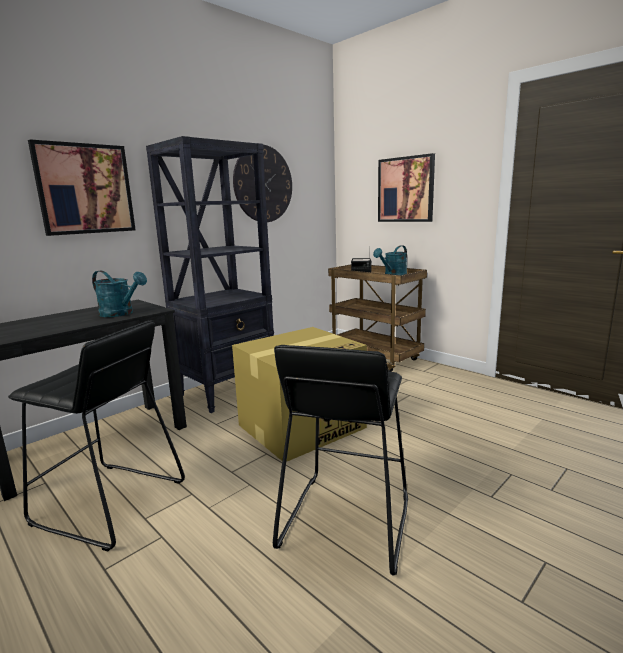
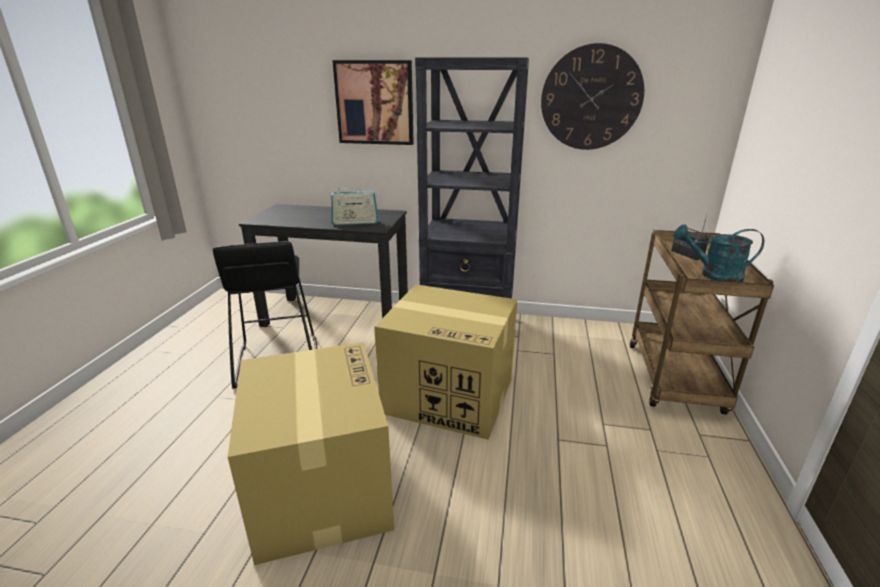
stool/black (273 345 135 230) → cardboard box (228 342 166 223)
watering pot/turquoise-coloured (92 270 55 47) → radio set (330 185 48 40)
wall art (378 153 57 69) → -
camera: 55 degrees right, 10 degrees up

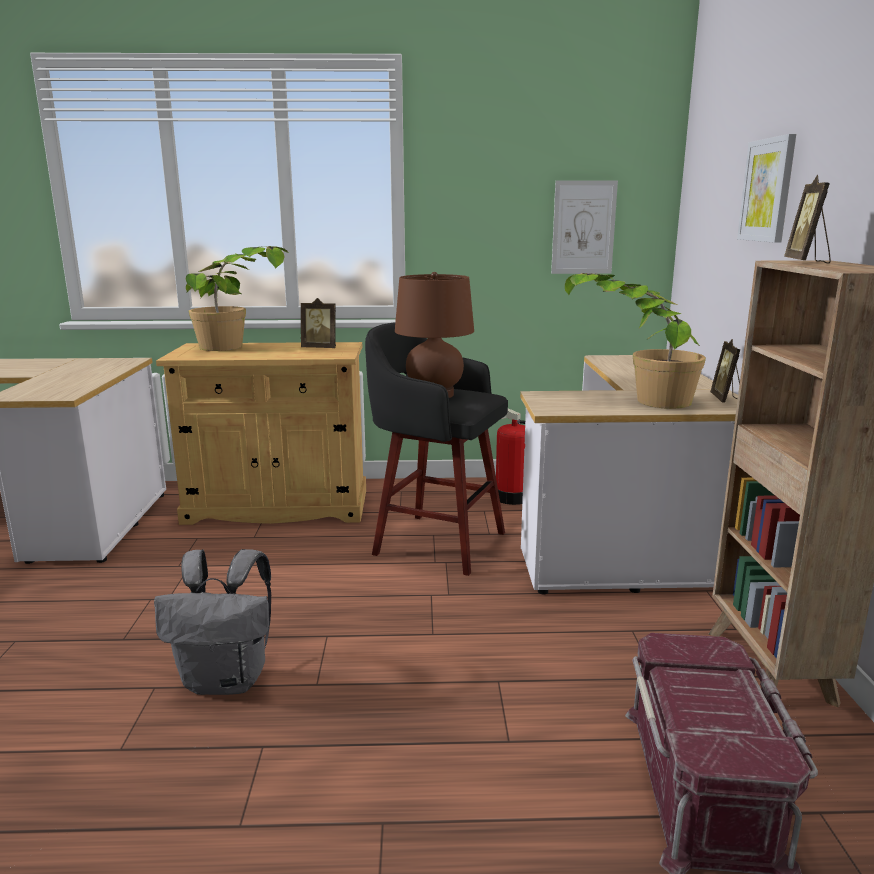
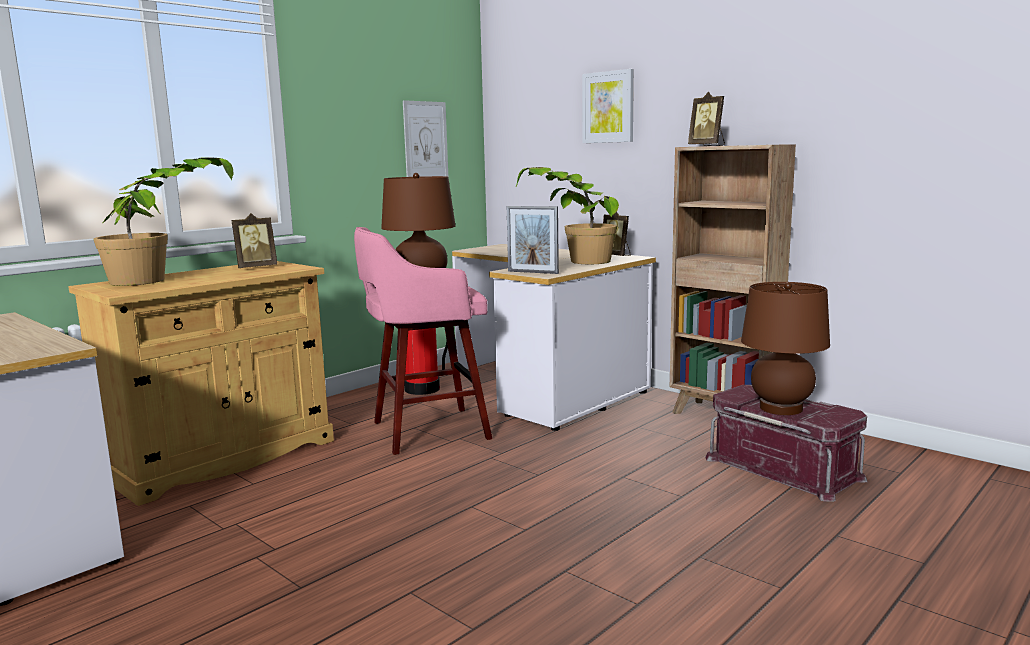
stool/black (365 322 143 254) → stool/pink (354 227 138 228)
- → picture frame (507 206 52 68)
- → lamp for a table/brownish (741 282 89 133)
knapsack/grey (154 549 117 146) → -
camera: 45 degrees left, 5 degrees down

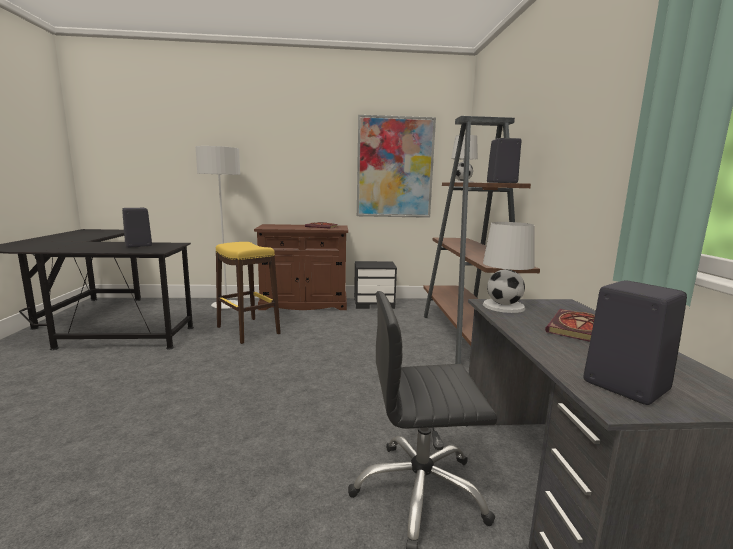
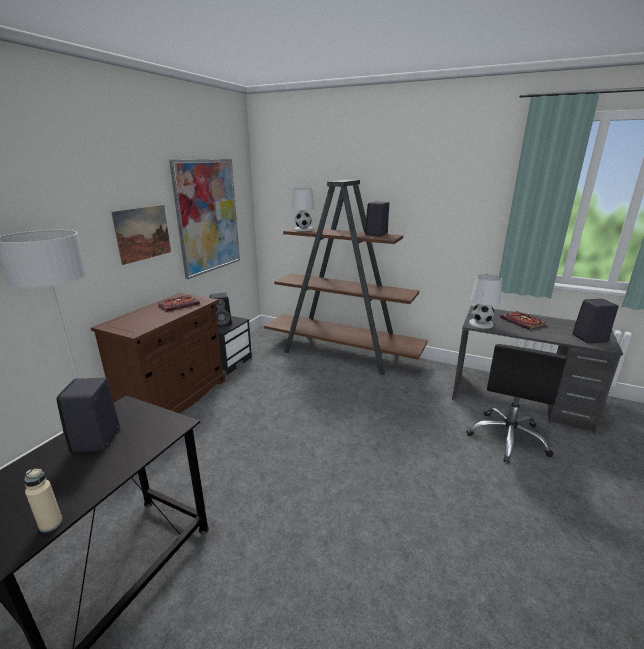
- → beverage bottle/beige (24 469 39 63)
- → wall art (111 205 60 60)
- → audio speaker/black (210 293 22 34)
stool/yellow-coloured (216 242 65 102) → -
camera: 60 degrees left, 10 degrees up

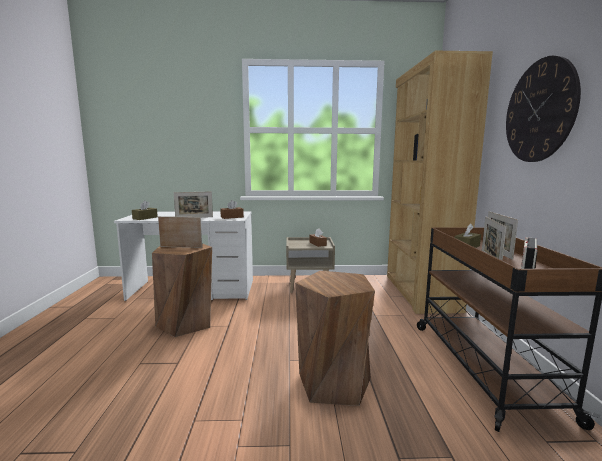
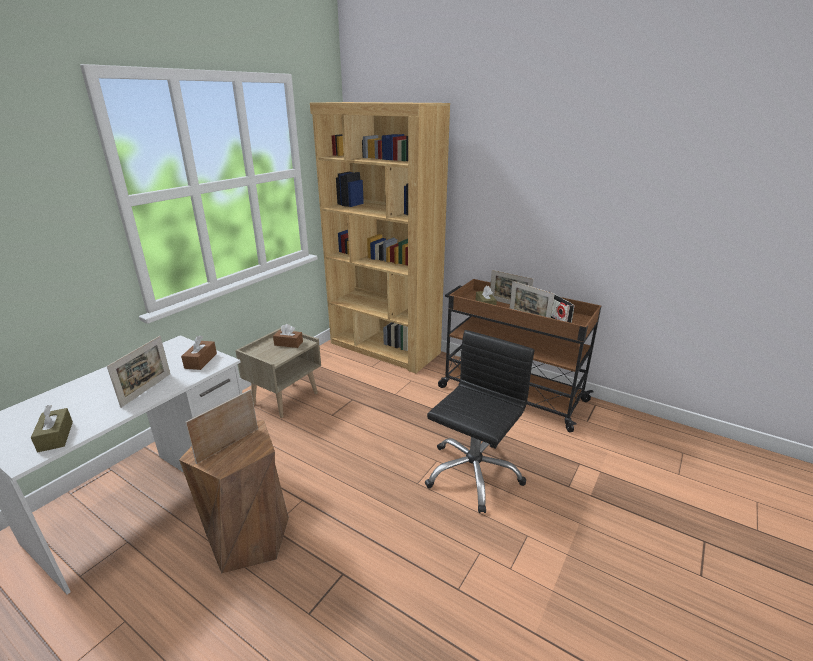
stool/brownish (295 271 80 135) → office chair/black (425 330 109 183)
hanging clock (506 55 75 107) → -
camera: 55 degrees left, 15 degrees up

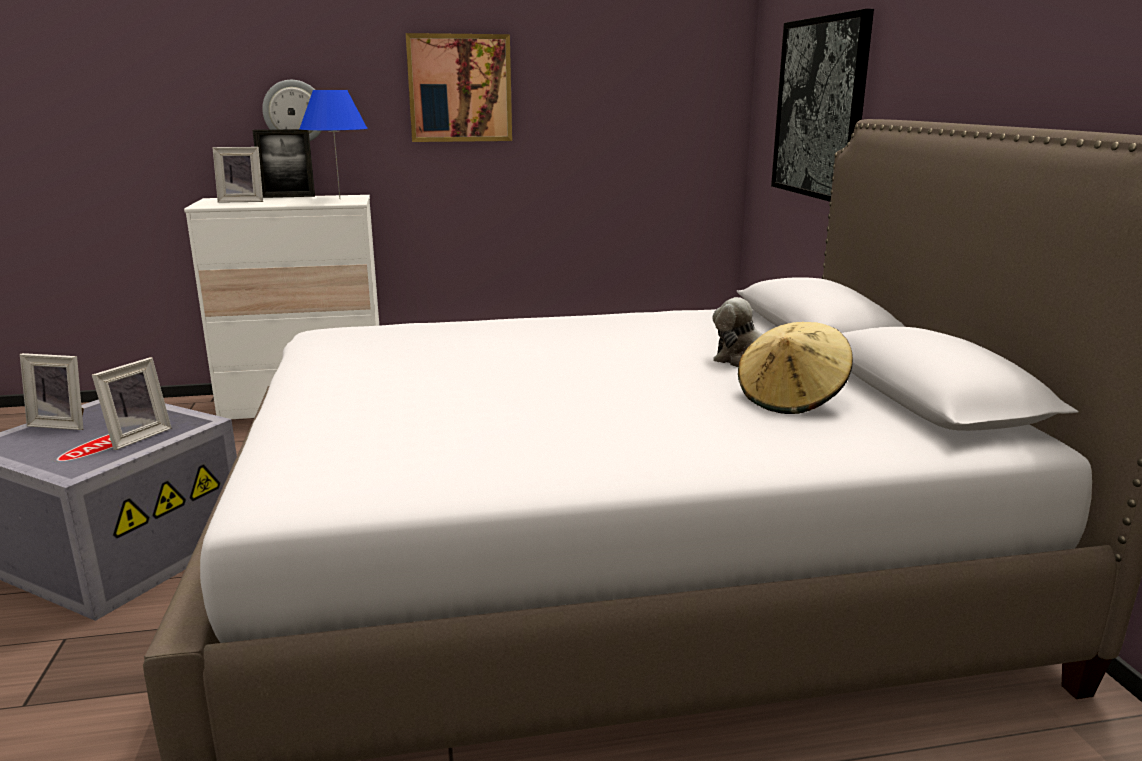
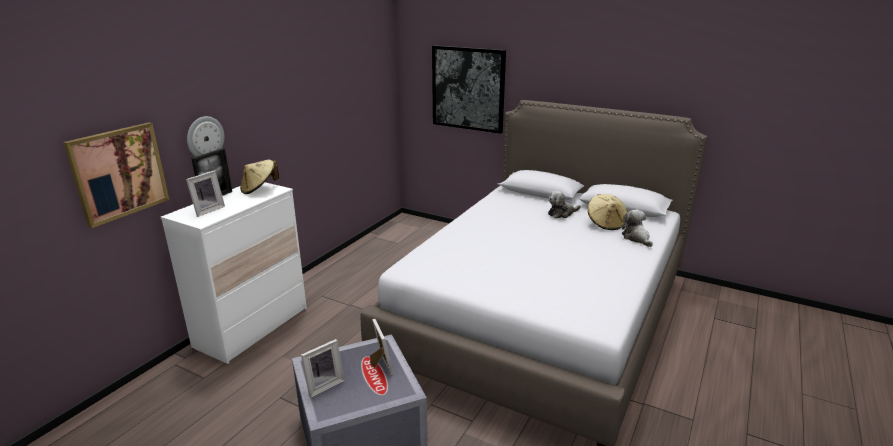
wall art (406 33 106 109) → wall art (63 122 106 106), moved
lamp for a table/blue-coloured (299 90 69 108) → wearable hat/beige (240 160 39 34)
- → cuddly toy (622 210 31 37)
camera: 50 degrees left, 5 degrees up

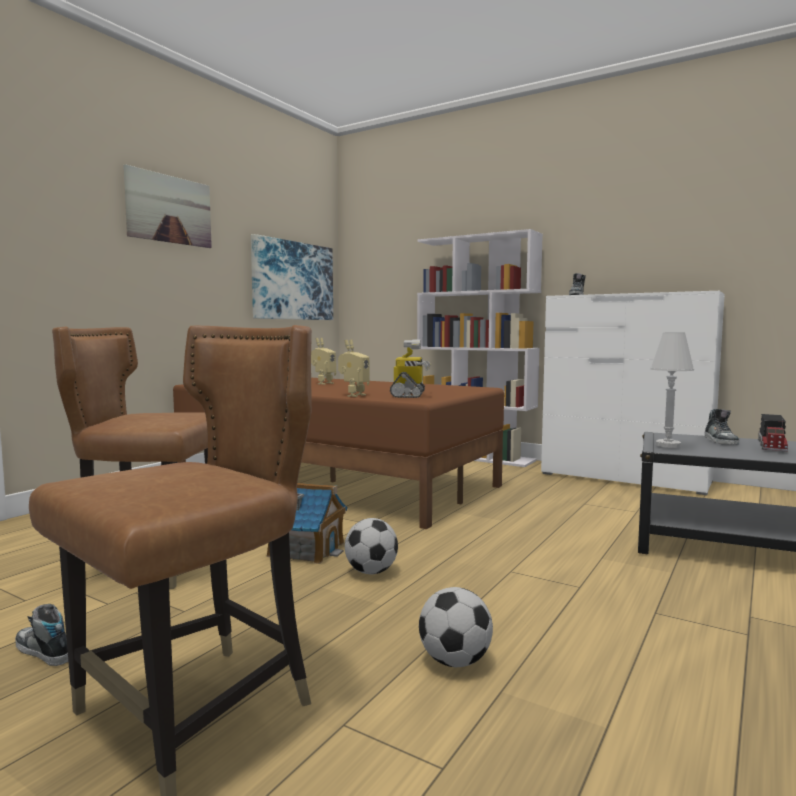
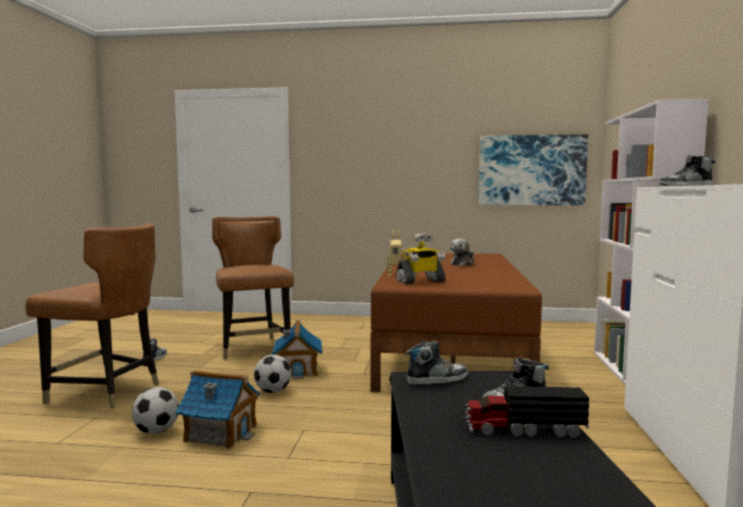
- → model house (175 370 85 79)
lamp for a table/white (650 333 44 115) → item of footwear (406 341 62 44)
model robot (311 338 25 47) → cuddly toy (450 239 25 27)
wall art (123 164 89 84) → -
camera: 65 degrees right, 0 degrees up

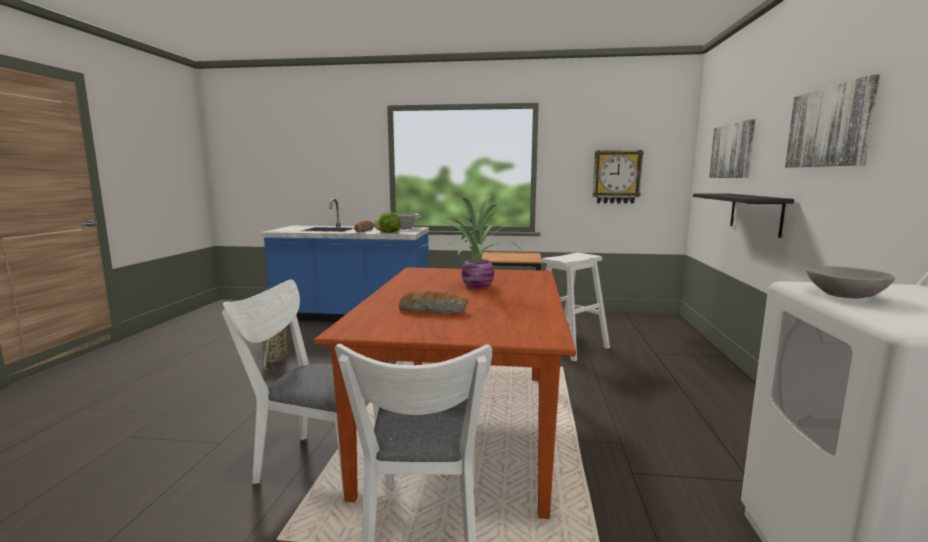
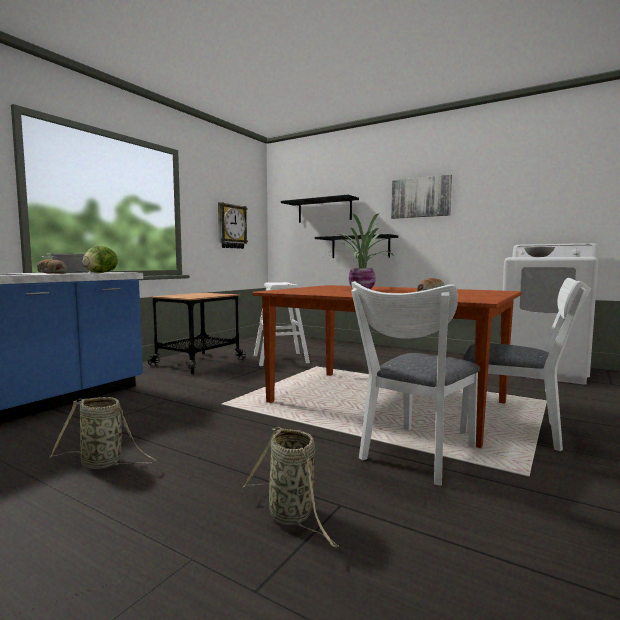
- → storage basket (243 427 96 121)
wall art (709 119 46 59) → shelf/black (281 195 78 28)
camera: 65 degrees left, 5 degrees down

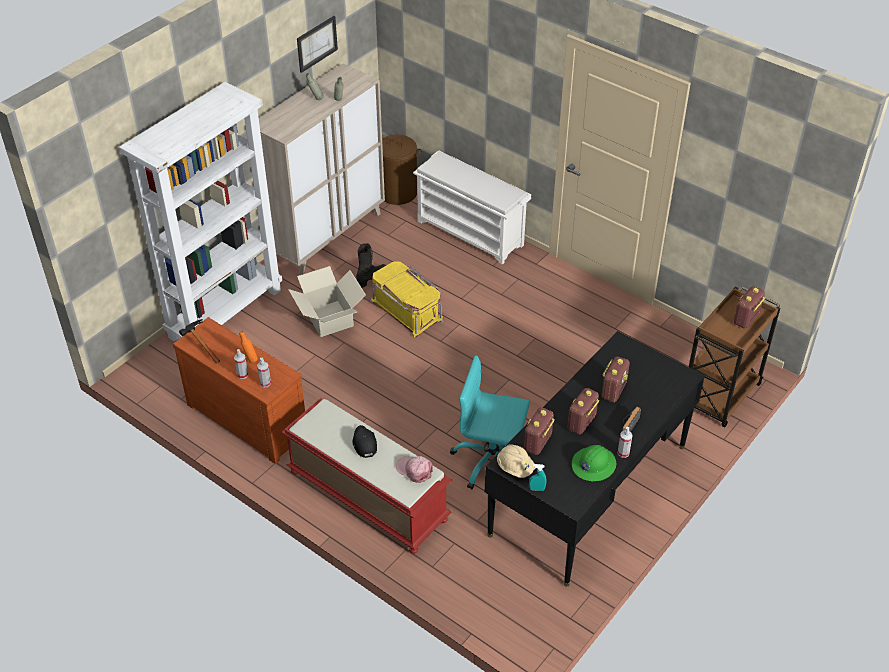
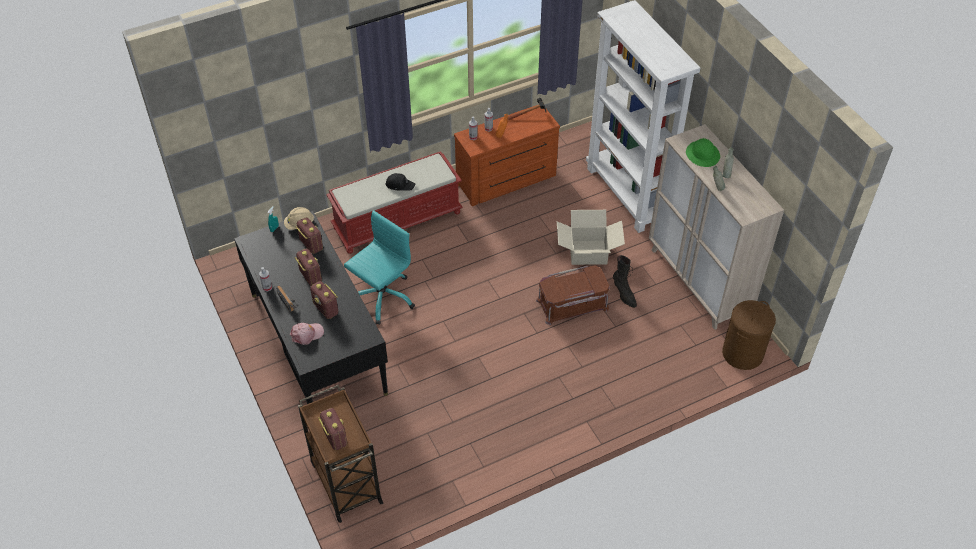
cap/pink (396 456 37 27) → cap/pink (290 323 34 22), moved
storage box/yellow-coloured (371 261 73 77) → storage box/brownish (536 266 74 59)
work helmet/green (572 445 44 36) → work helmet/green (686 138 34 29), moved
wall art (297 16 41 57) → -
shoe rack/white (413 150 118 115) → -
camera: 115 degrees right, 5 degrees up

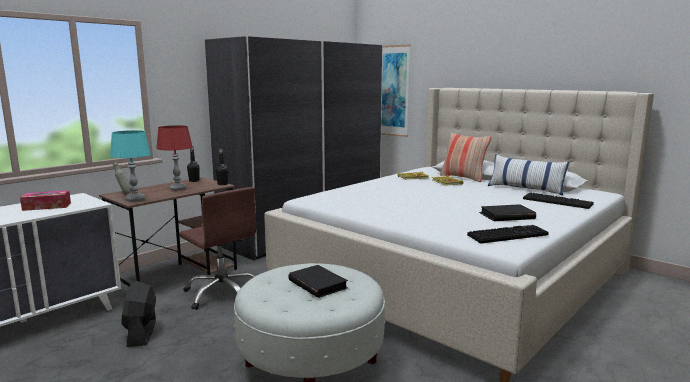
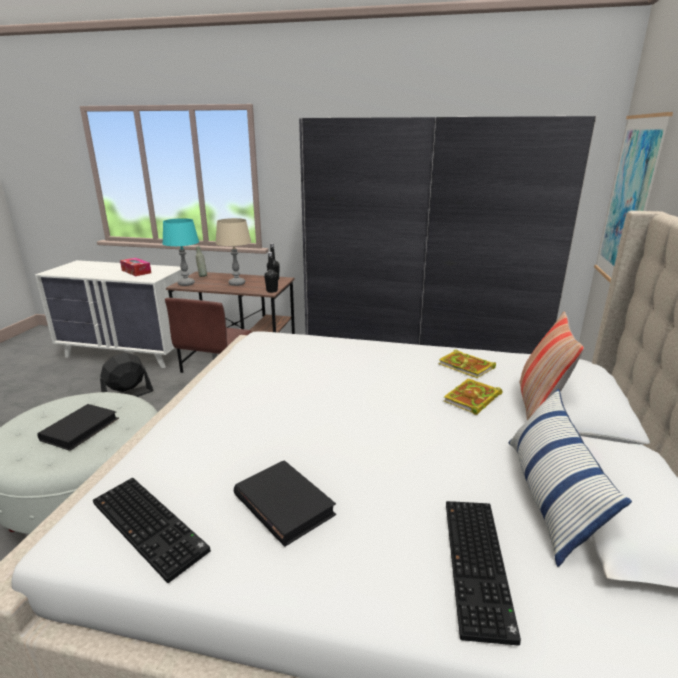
lamp for a table/red-coloured (156 125 37 65) → lamp for a table/beige (215 218 36 68)
camera: 60 degrees right, 10 degrees up

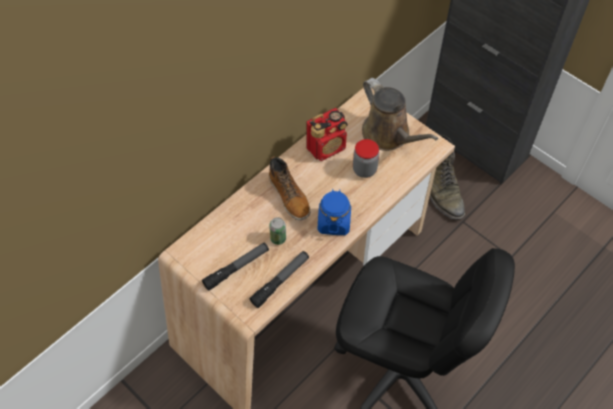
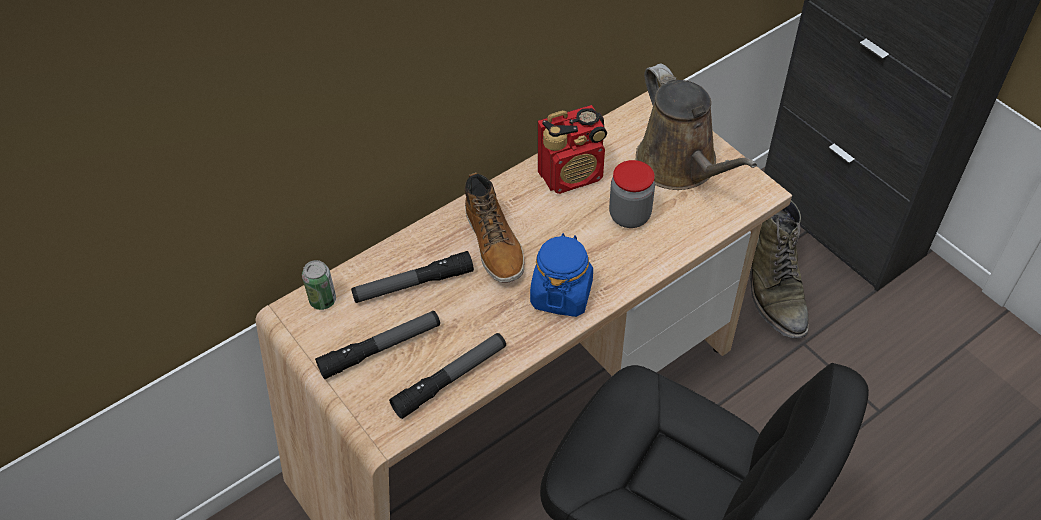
metal can (269 217 17 28) → metal can (302 260 34 50), moved
- → hand torch (351 251 123 52)
camera: 10 degrees right, 5 degrees down

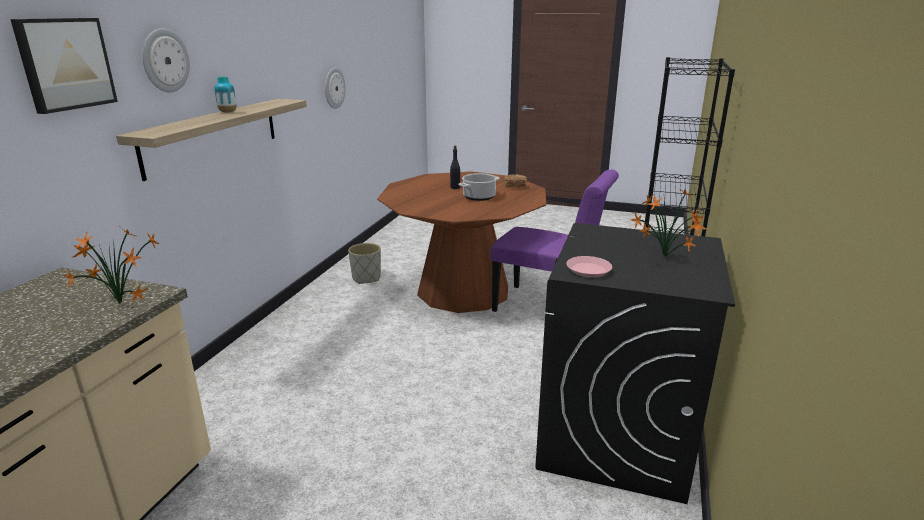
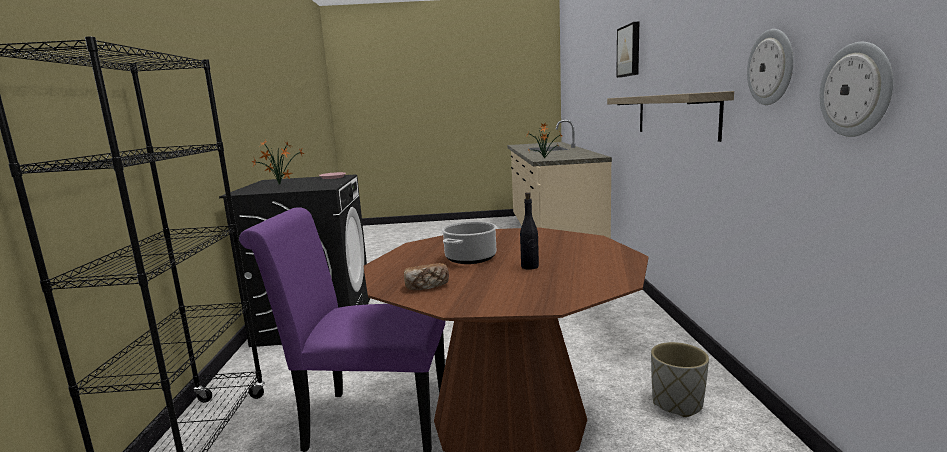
hanging clock (142 28 48 64) → hanging clock (747 29 47 76), moved
flower vase (214 76 23 37) → -
camera: 160 degrees right, 10 degrees down

